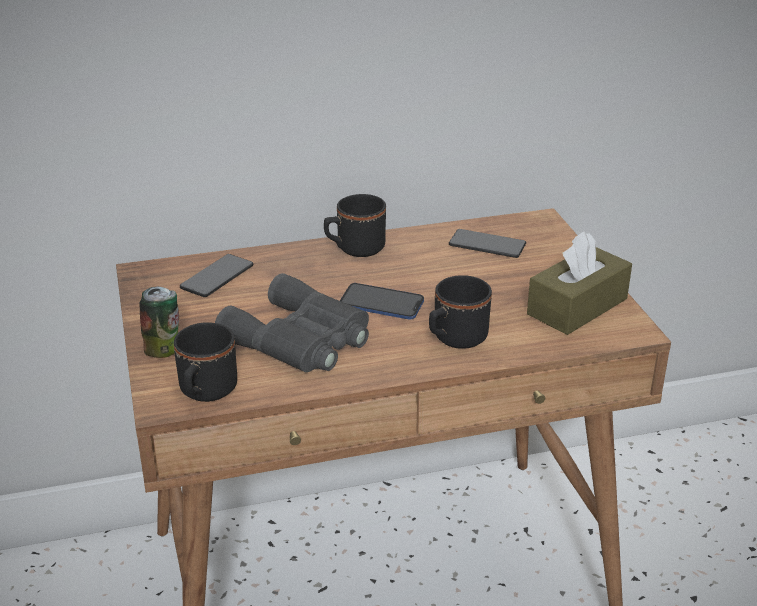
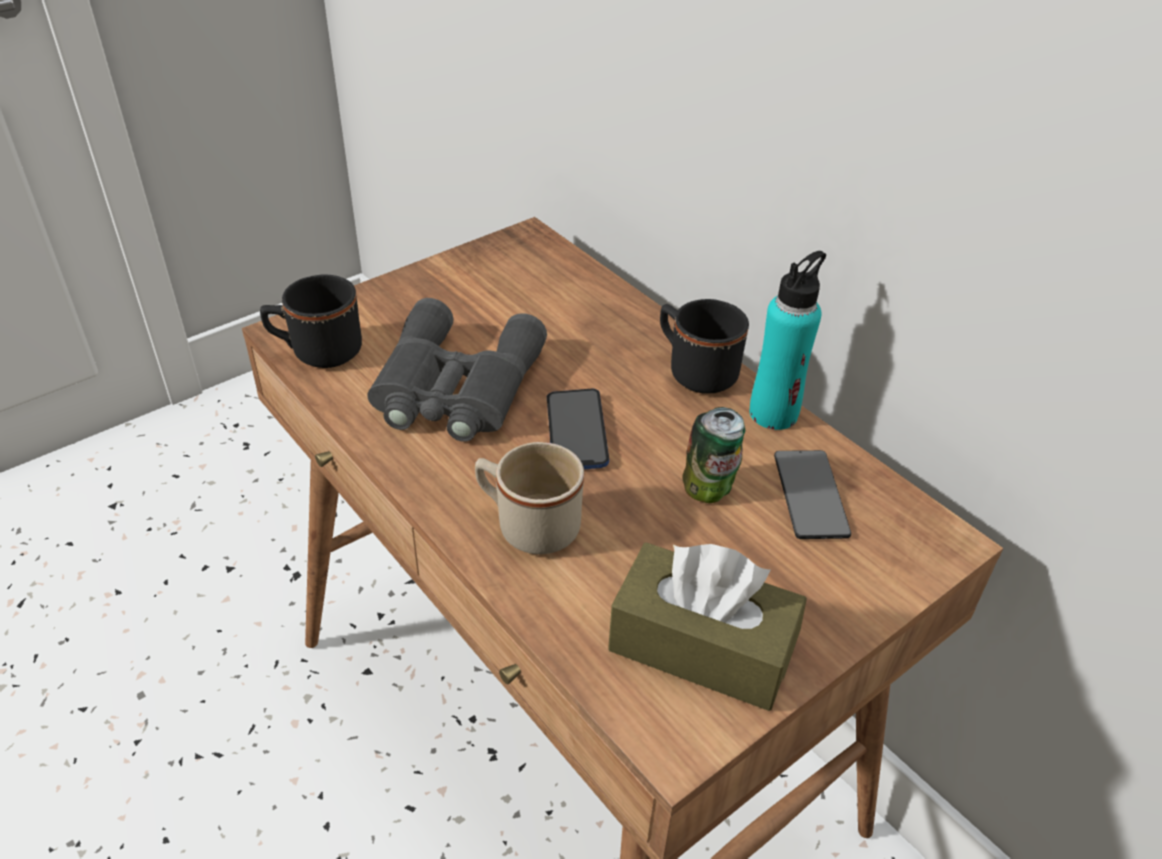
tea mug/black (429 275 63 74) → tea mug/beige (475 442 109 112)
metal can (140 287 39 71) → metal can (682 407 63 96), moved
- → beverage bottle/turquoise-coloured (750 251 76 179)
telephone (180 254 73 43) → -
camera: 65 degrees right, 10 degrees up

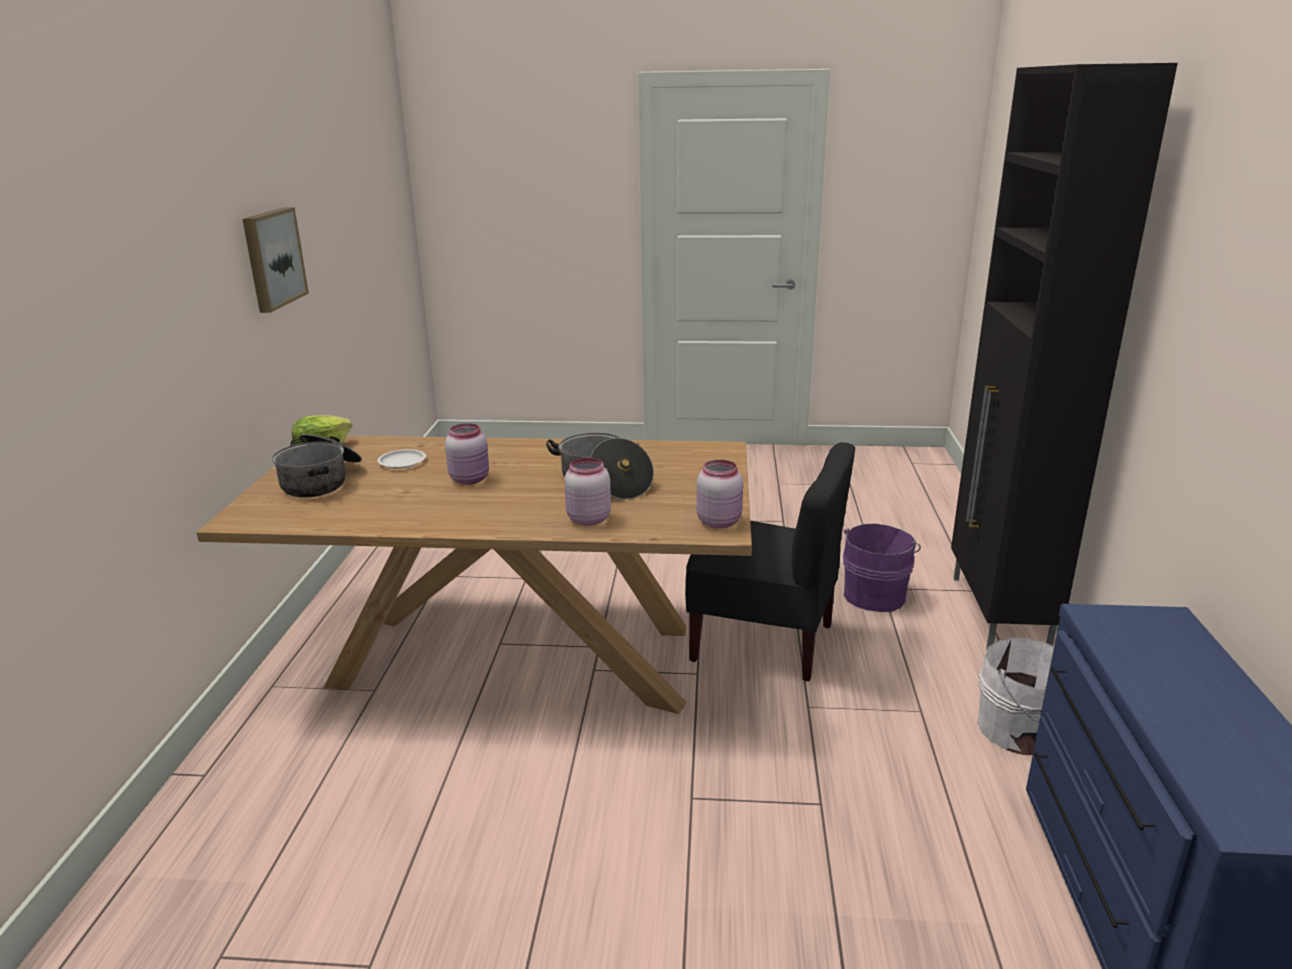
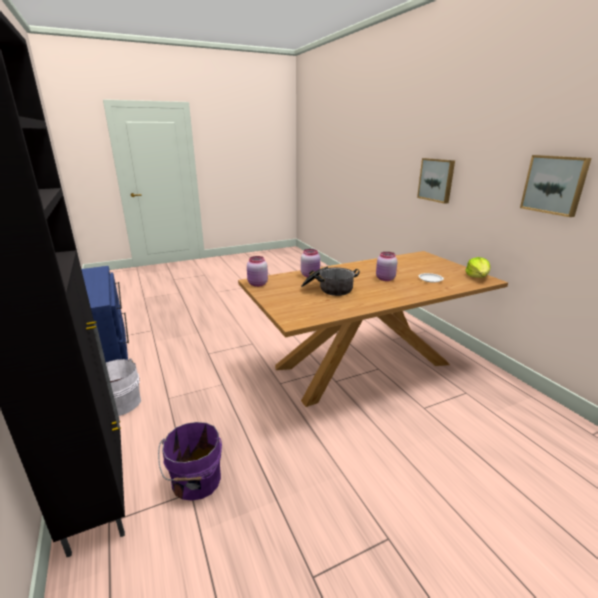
- → wall art (417 158 38 46)
cooking pot (272 434 90 64) → -
upright chair/black (685 442 170 239) → -
camera: 150 degrees right, 0 degrees up

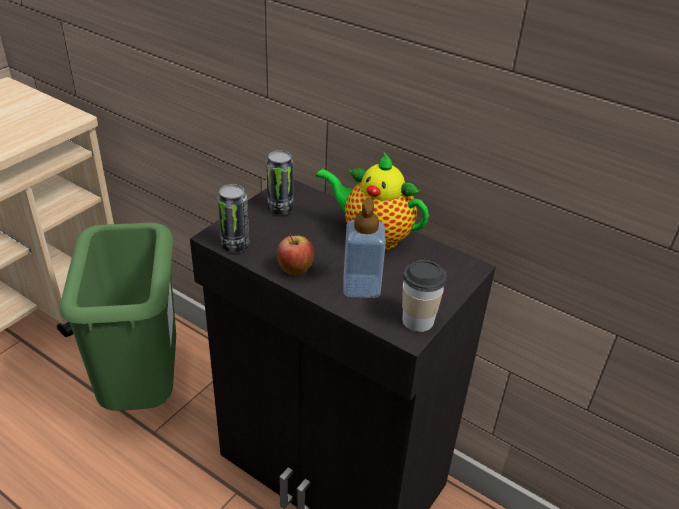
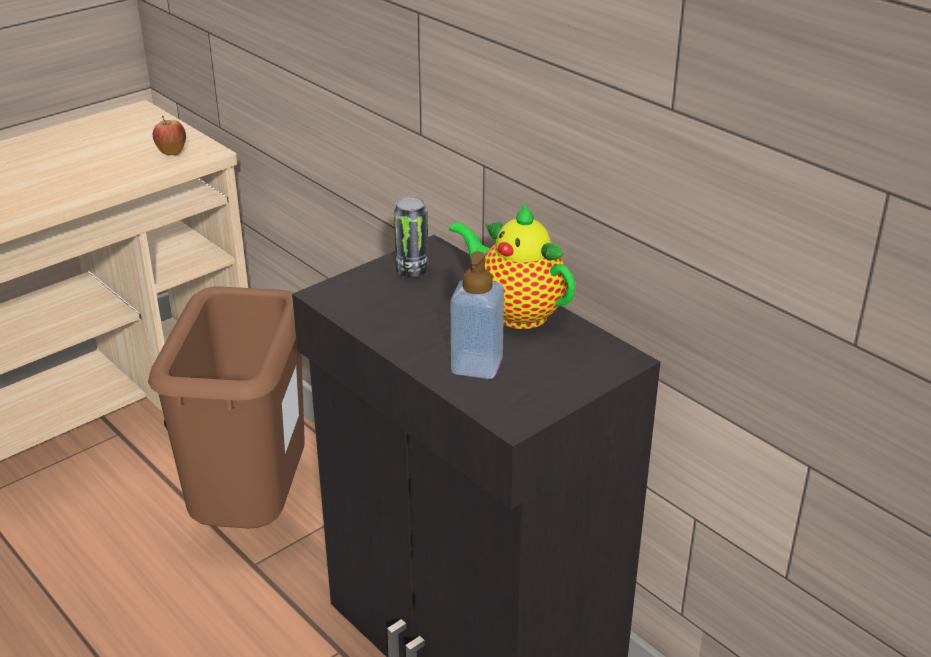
rubbish bin/green (60 223 116 188) → rubbish bin/brownish (148 287 157 241)
apple (277 234 37 41) → apple (153 115 33 40), moved
metal can (217 184 32 68) → -
small cup (402 260 45 72) → -
camera: 15 degrees right, 5 degrees down

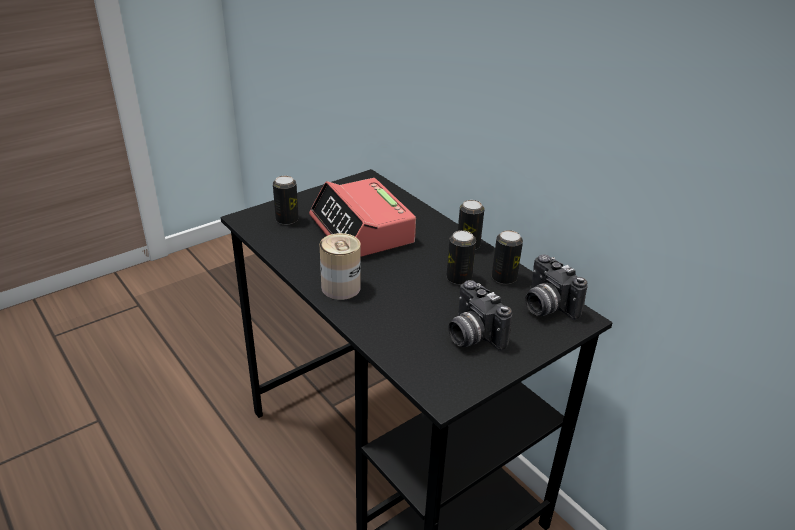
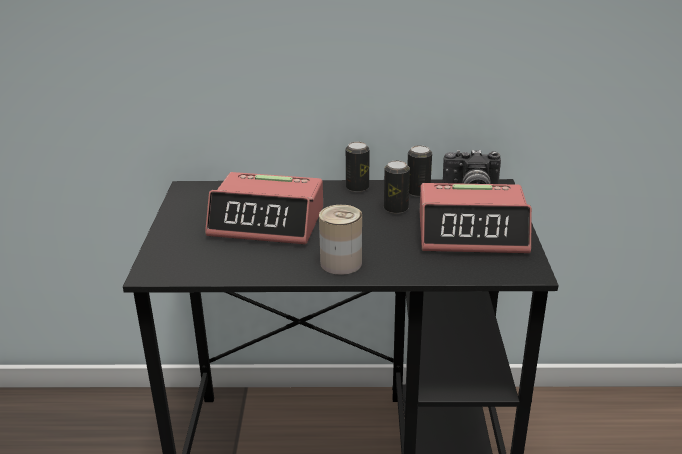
photo camera (448 280 64 71) → bedside clock (420 183 112 70)
metal can (273 176 26 49) → -
camera: 50 degrees left, 5 degrees down

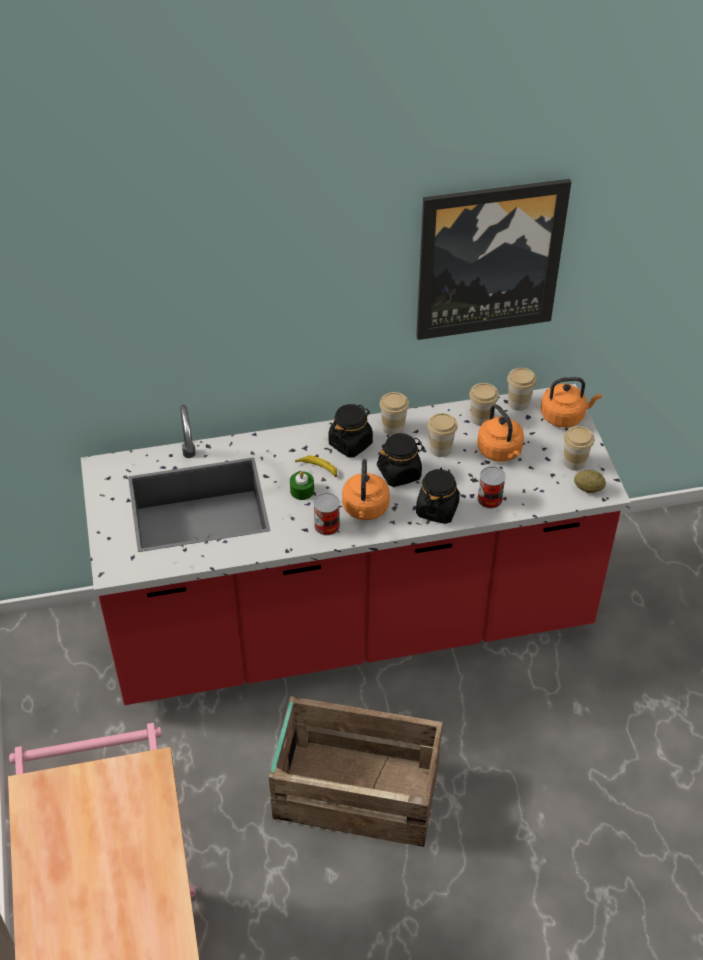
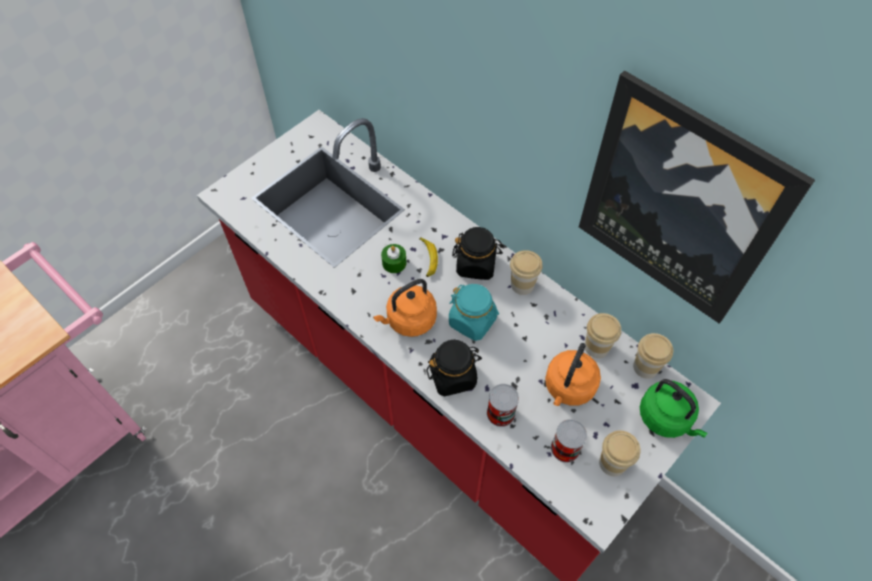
storage jar/black (377 433 48 54) → storage jar/turquoise-coloured (449 284 50 57)
metal can (314 493 26 43) → metal can (551 419 36 44), moved
kettle/orange-coloured (541 377 60 50) → kettle/green (640 379 67 59)
packing crate (269 696 174 151) → -
small cup (427 413 31 44) → -
potato (574 470 32 23) → -
camera: 55 degrees right, 10 degrees up

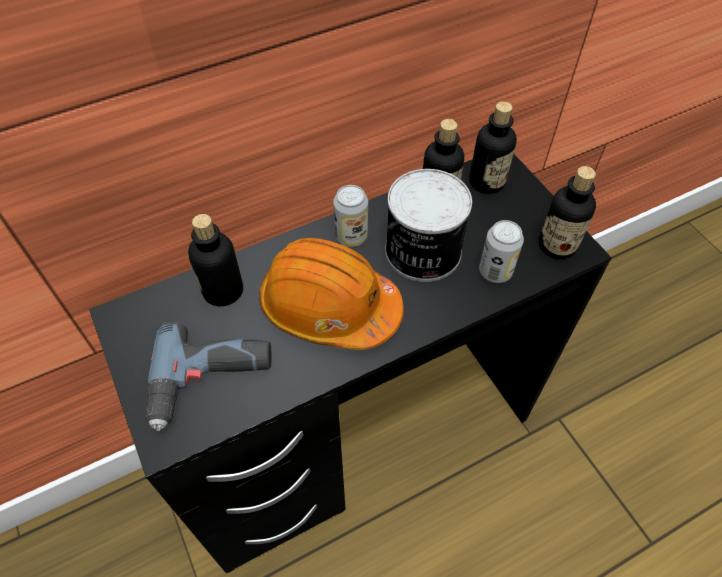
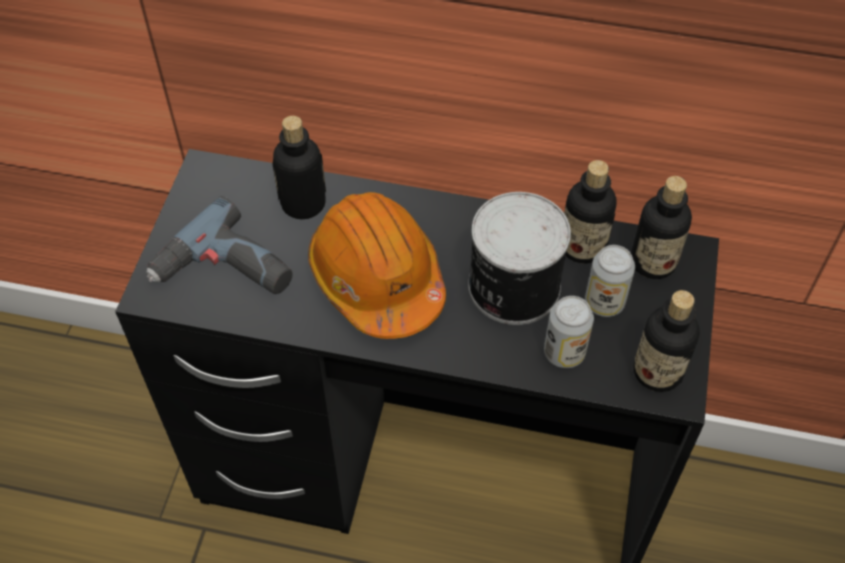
metal can (333 185 35 62) → metal can (585 245 50 72), moved
camera: 40 degrees right, 0 degrees up

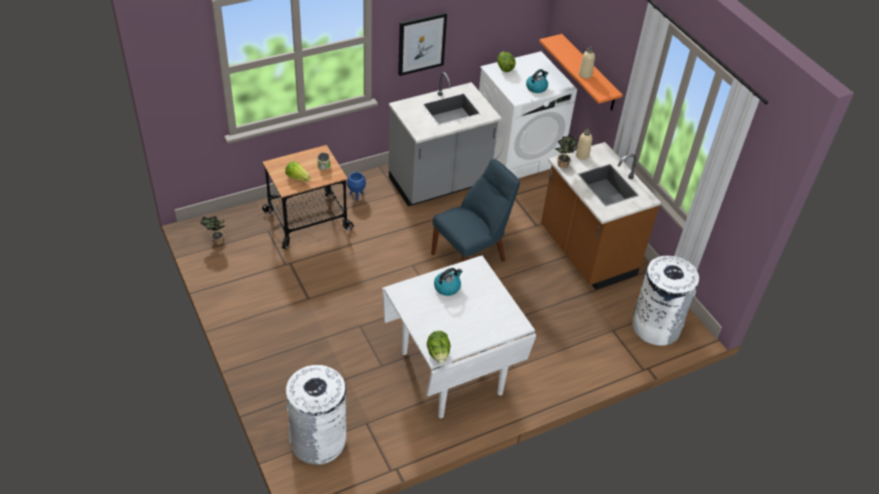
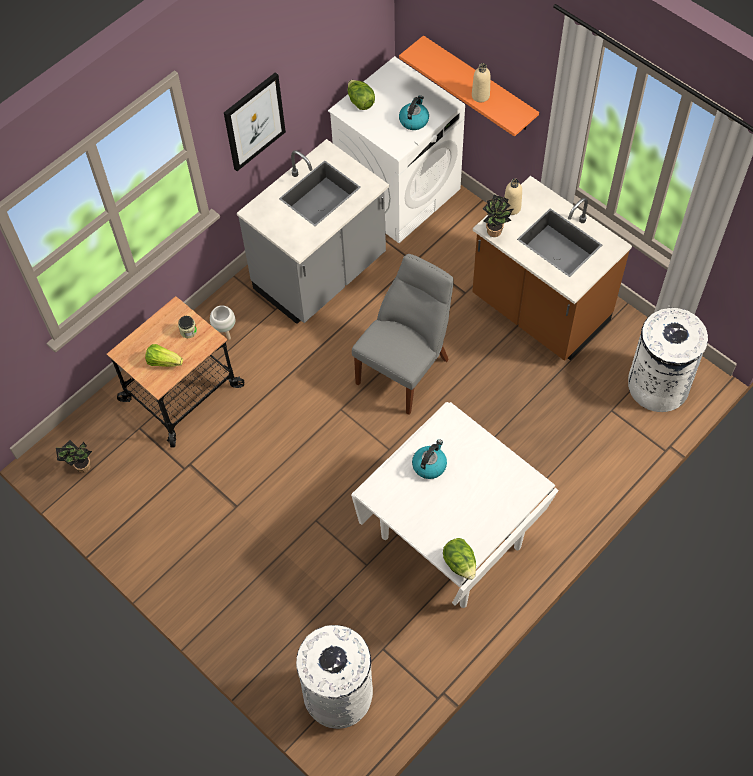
flower pot/blue-coloured (347 172 19 29) → flower pot/white (210 305 25 35)
upright chair/blue-coloured (431 159 89 103) → upright chair/grey (352 254 102 161)
camera: 15 degrees left, 15 degrees up

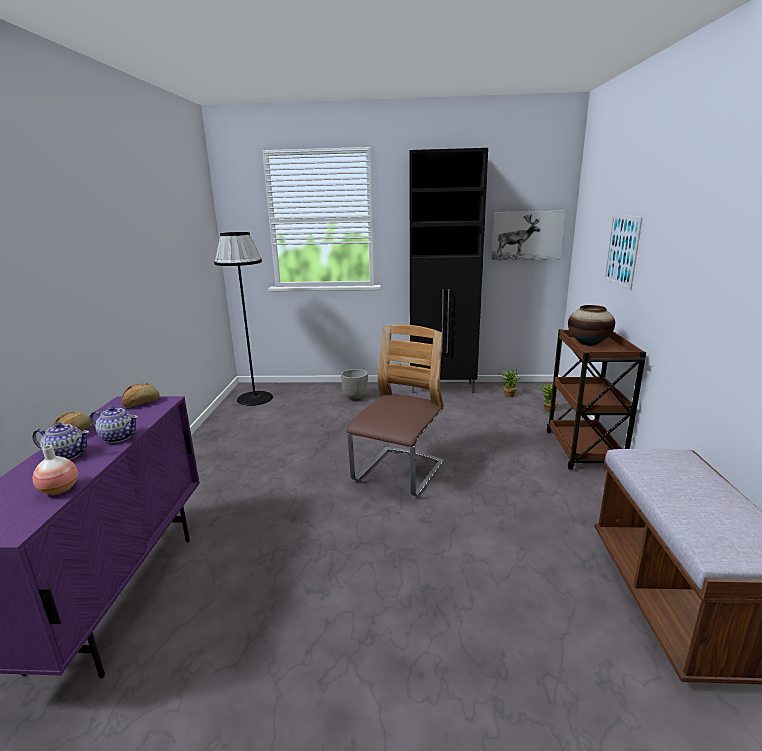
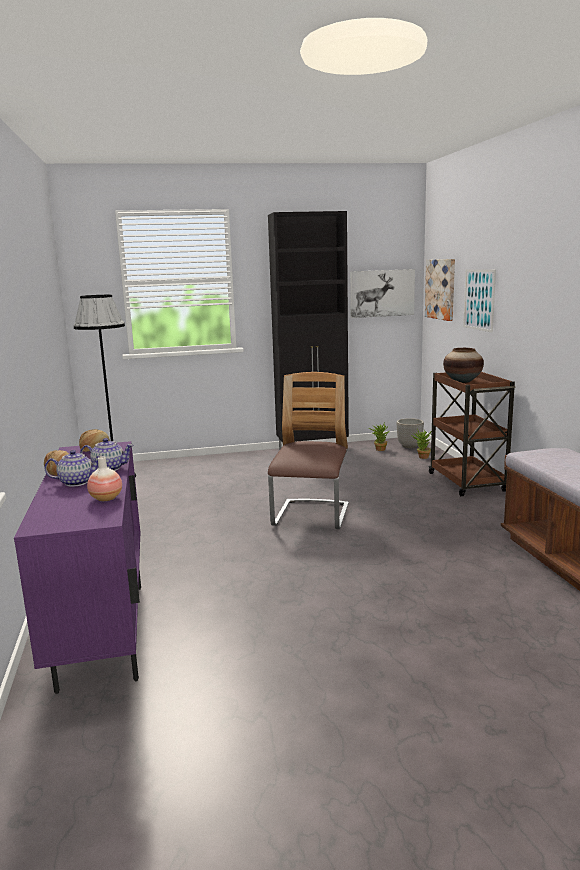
flower pot (341 369 27 31) → flower pot (397 418 27 30), moved
- → wall art (425 259 30 62)
camera: 15 degrees left, 5 degrees down

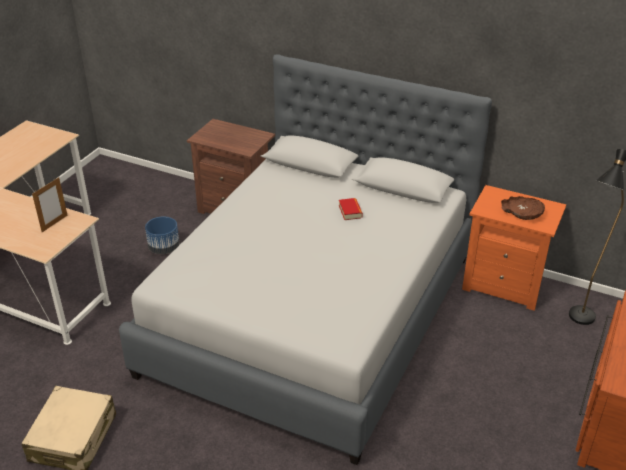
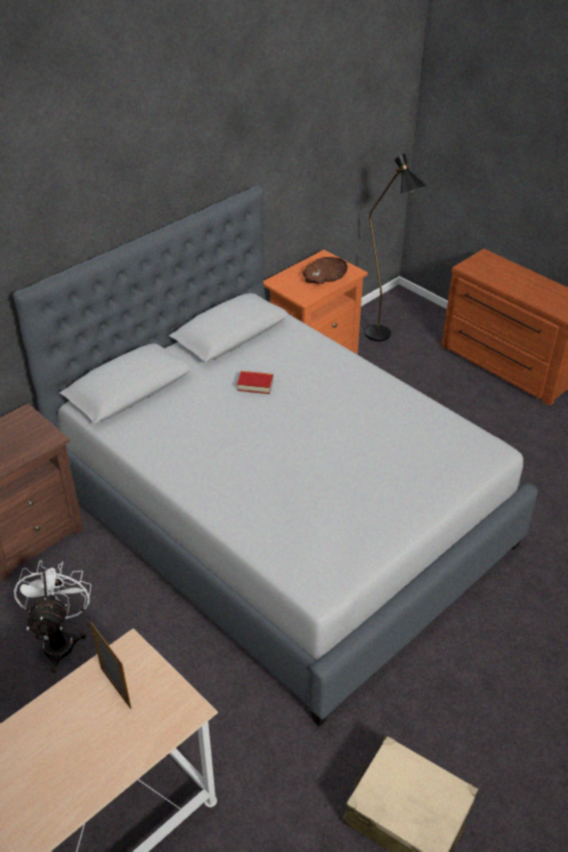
flower pot/blue-coloured (145 217 34 37) → cooling fan/white (14 560 78 113)
camera: 70 degrees left, 5 degrees up

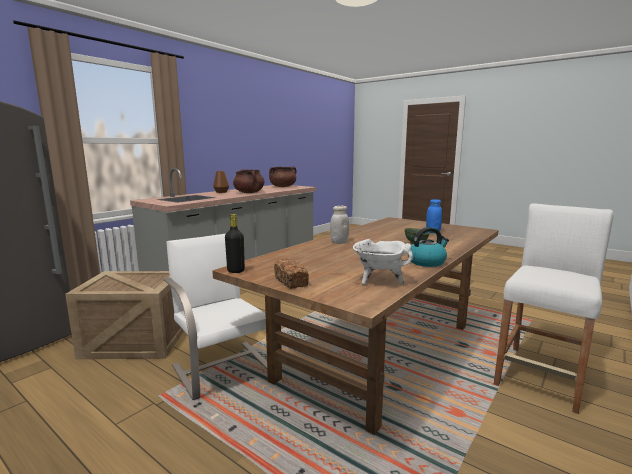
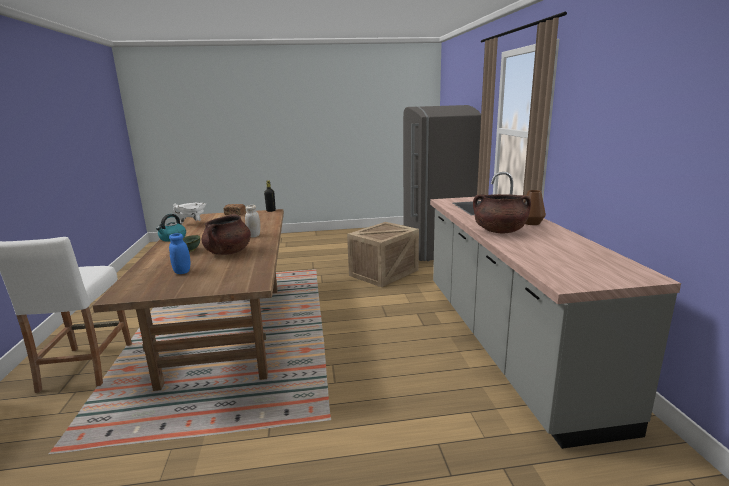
cooking pot/brownish (269 167 27 20) → cooking pot/brownish (202 214 49 41), moved
upright chair/white (163 234 104 166) → -
camera: 135 degrees right, 5 degrees up

